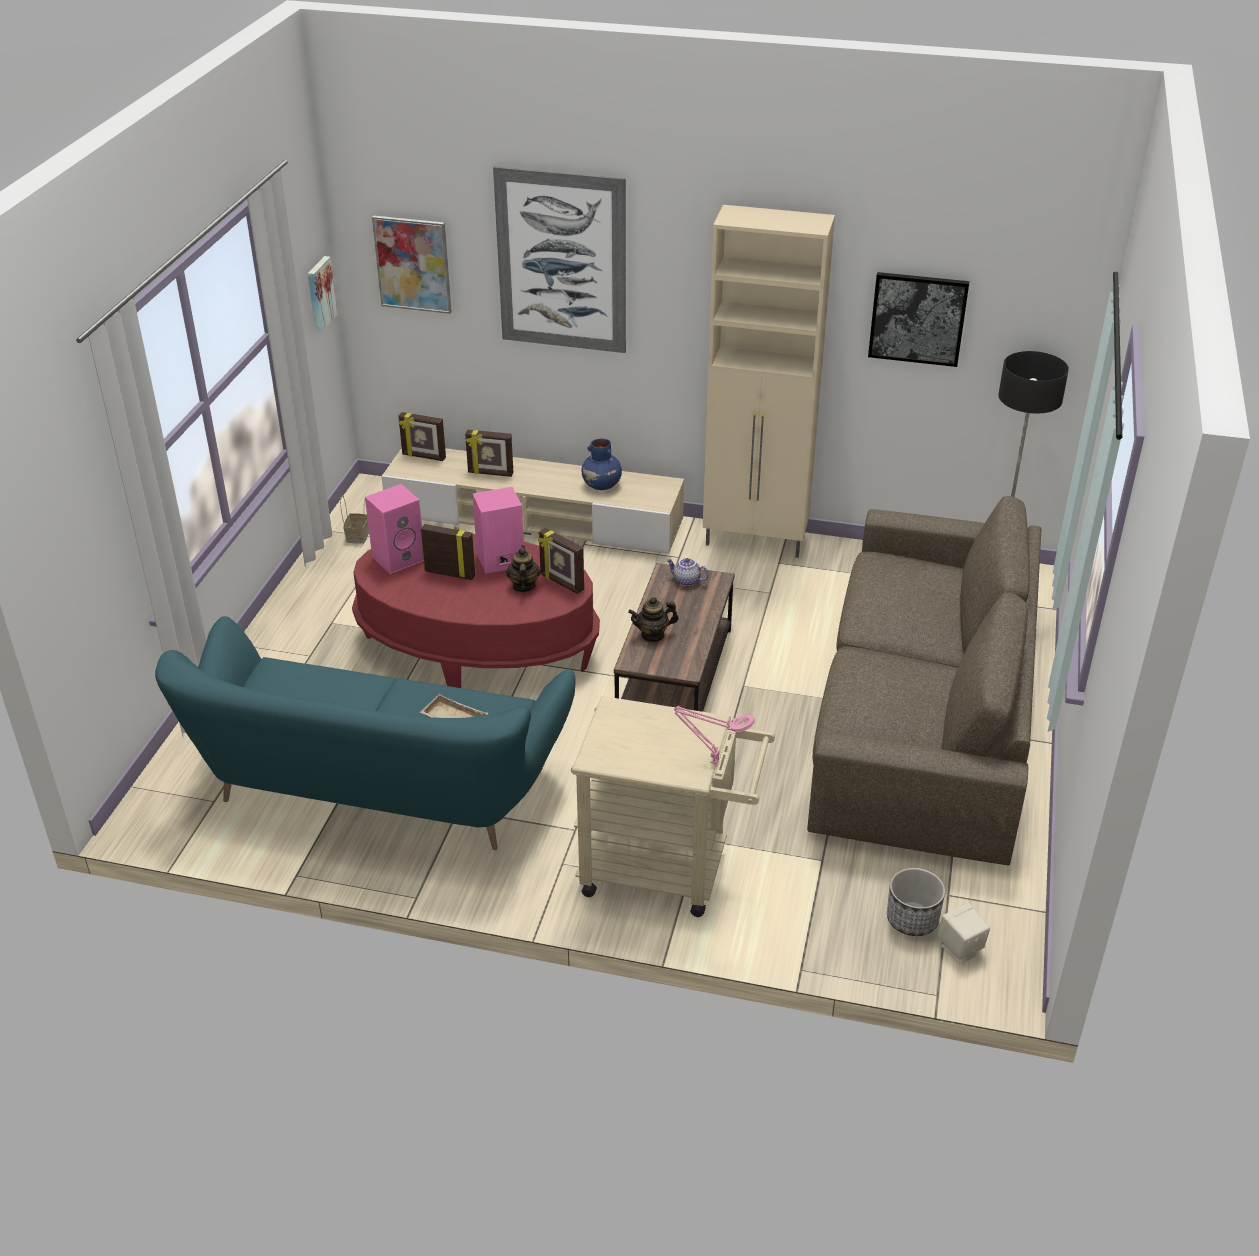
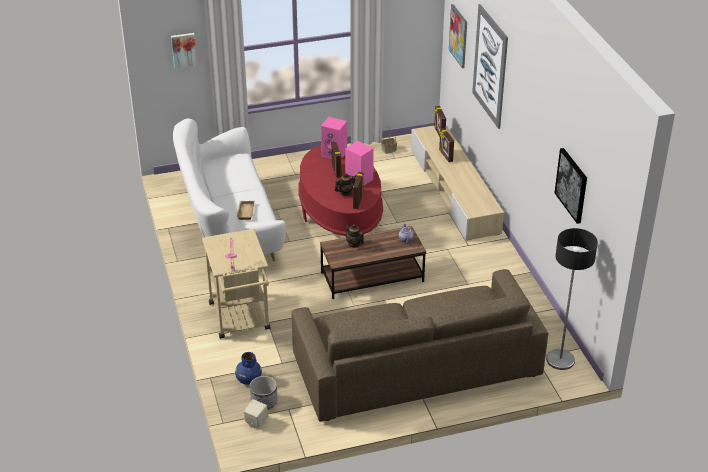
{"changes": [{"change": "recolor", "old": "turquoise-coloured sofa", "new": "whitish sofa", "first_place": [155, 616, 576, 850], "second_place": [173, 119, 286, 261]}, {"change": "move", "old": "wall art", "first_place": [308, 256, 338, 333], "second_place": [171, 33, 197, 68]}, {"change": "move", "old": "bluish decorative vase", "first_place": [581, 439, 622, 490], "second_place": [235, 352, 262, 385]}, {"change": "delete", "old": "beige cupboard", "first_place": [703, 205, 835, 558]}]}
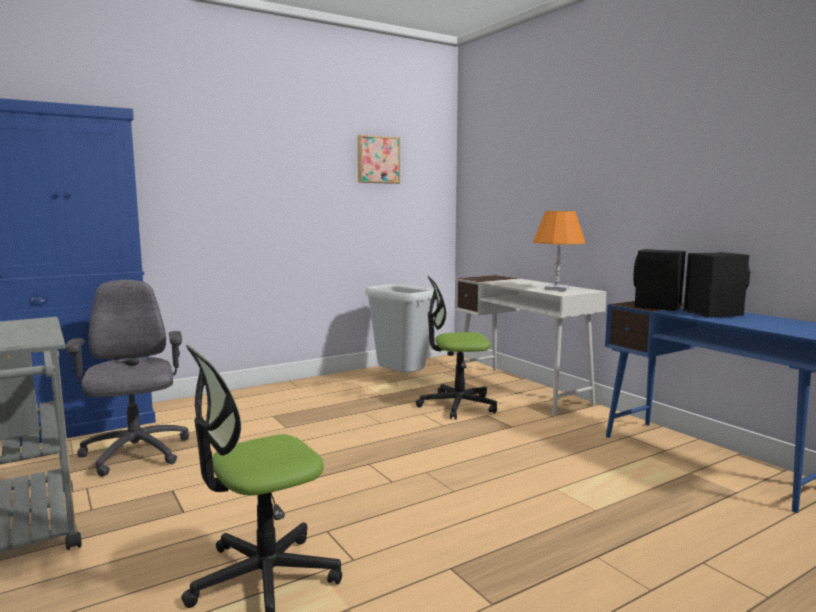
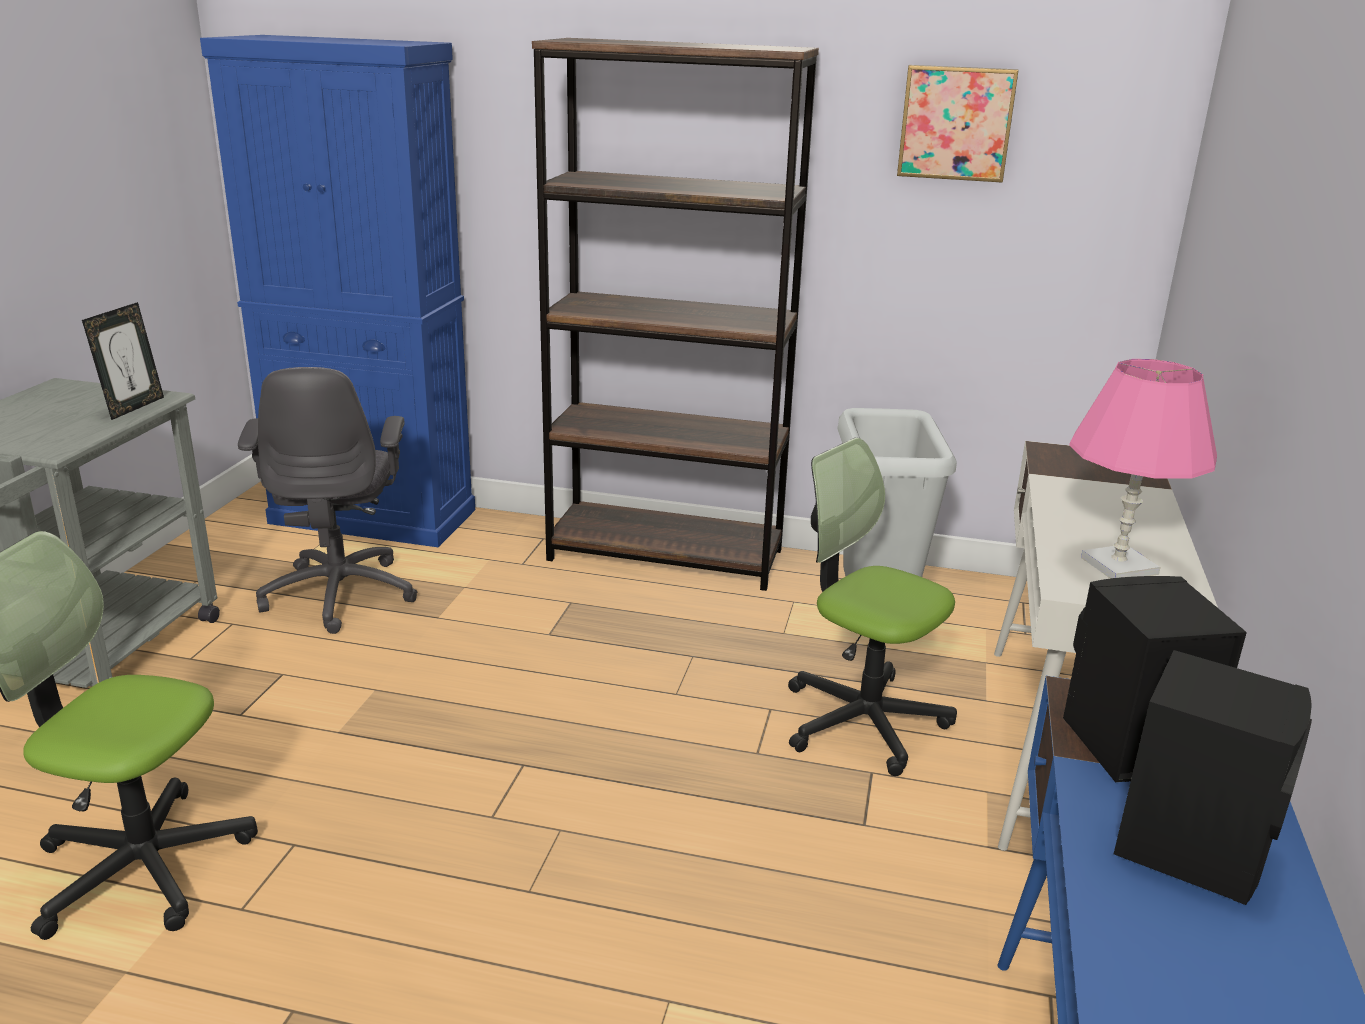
{"changes": [{"change": "rotate", "old": "grey office chair", "first_place": [66, 280, 189, 477], "second_place": [238, 367, 418, 634], "degrees": 150}, {"change": "recolor", "old": "orange-coloured tabletop lamp", "new": "pink-coloured tabletop lamp", "first_place": [533, 211, 585, 291], "second_place": [1069, 359, 1217, 578]}, {"change": "insert", "new": "photo frame", "second_place": [82, 302, 164, 420]}, {"change": "insert", "new": "brown shelving unit", "second_place": [532, 38, 819, 591]}]}
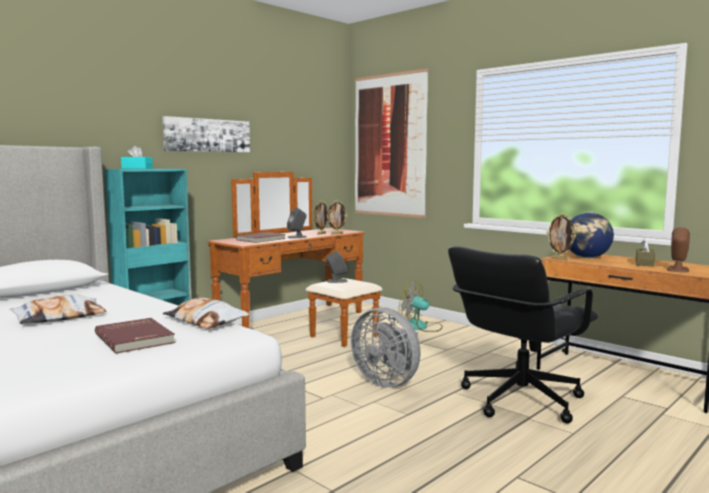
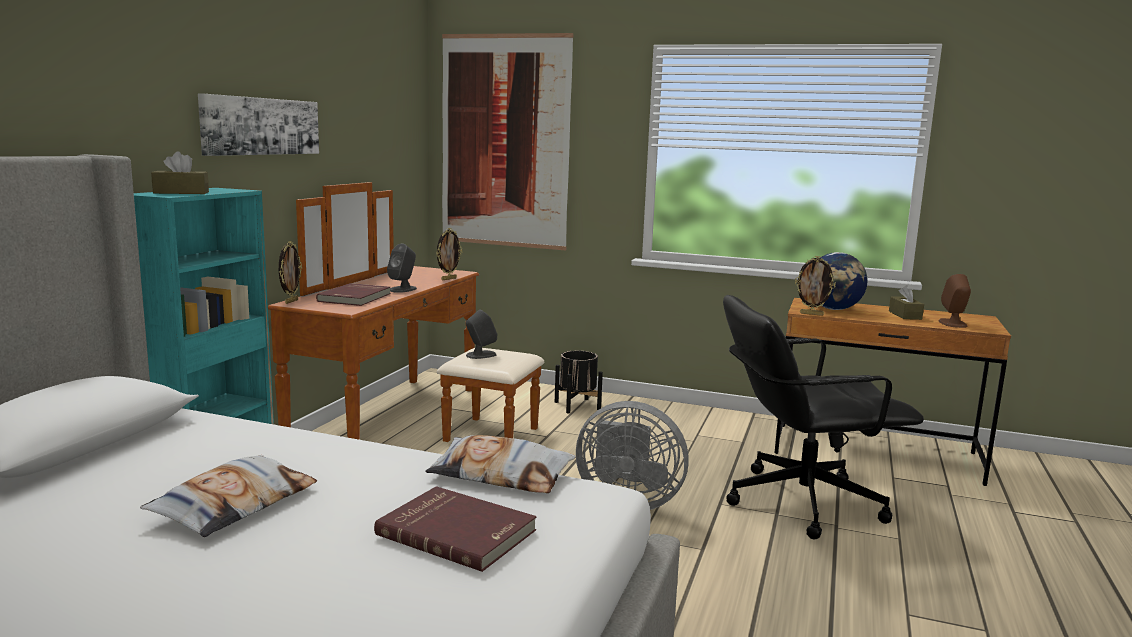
{"changes": [{"change": "recolor", "old": "turquoise-coloured tissue box", "new": "brown tissue box", "first_place": [121, 146, 153, 169], "second_place": [151, 151, 209, 194]}, {"change": "move", "old": "photo frame", "first_place": [314, 200, 328, 235], "second_place": [279, 241, 302, 304]}, {"change": "replace", "old": "fan", "new": "black-coloured flower pot", "first_place": [399, 281, 443, 332], "second_place": [555, 351, 603, 413]}, {"change": "rotate", "old": "black-coloured office chair", "first_place": [448, 246, 598, 424], "second_place": [723, 295, 924, 539], "degrees": 60}]}
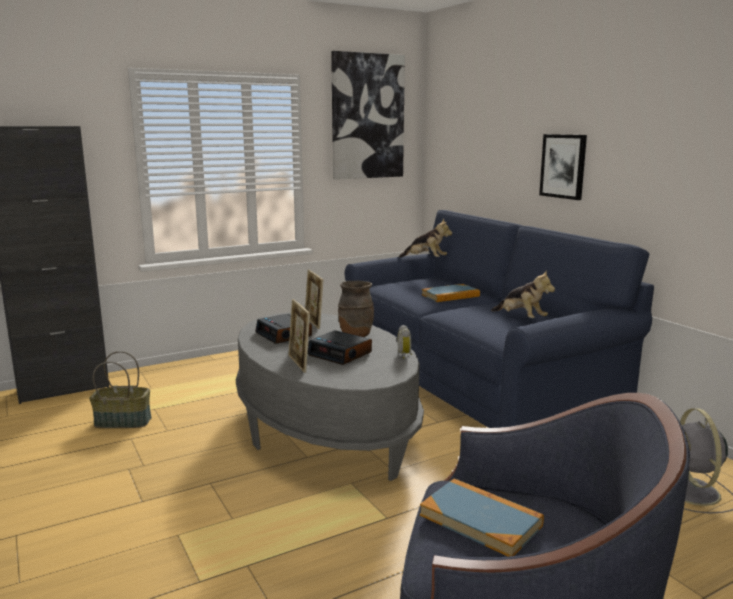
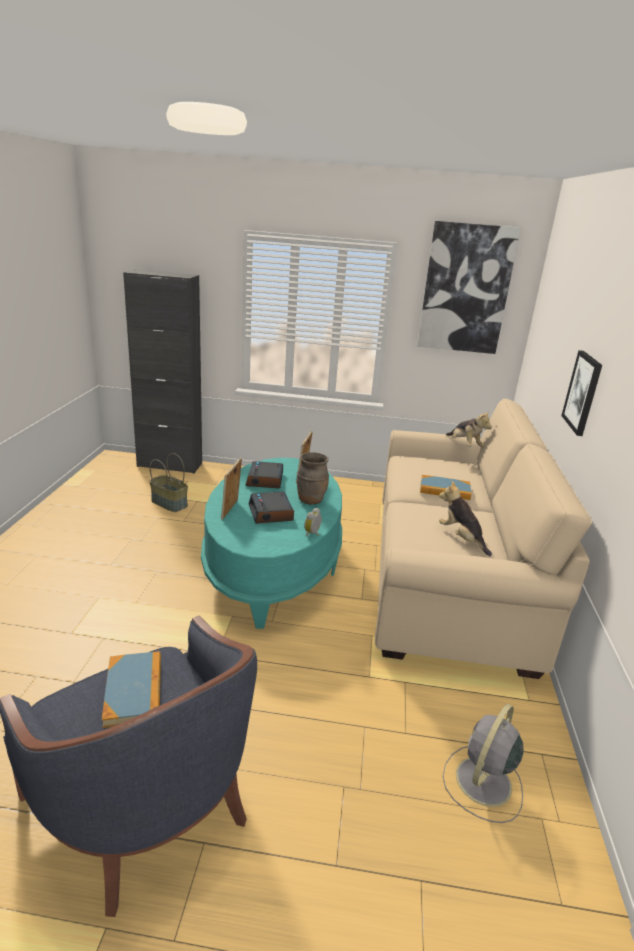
{"changes": [{"change": "recolor", "old": "grey lounge table", "new": "turquoise-coloured lounge table", "first_place": [236, 312, 424, 481], "second_place": [201, 458, 342, 629]}, {"change": "recolor", "old": "bluish sofa", "new": "beige sofa", "first_place": [345, 210, 654, 428], "second_place": [375, 398, 592, 679]}, {"change": "rotate", "old": "soft toy", "first_place": [491, 270, 555, 318], "second_place": [439, 481, 492, 556], "degrees": 150}]}
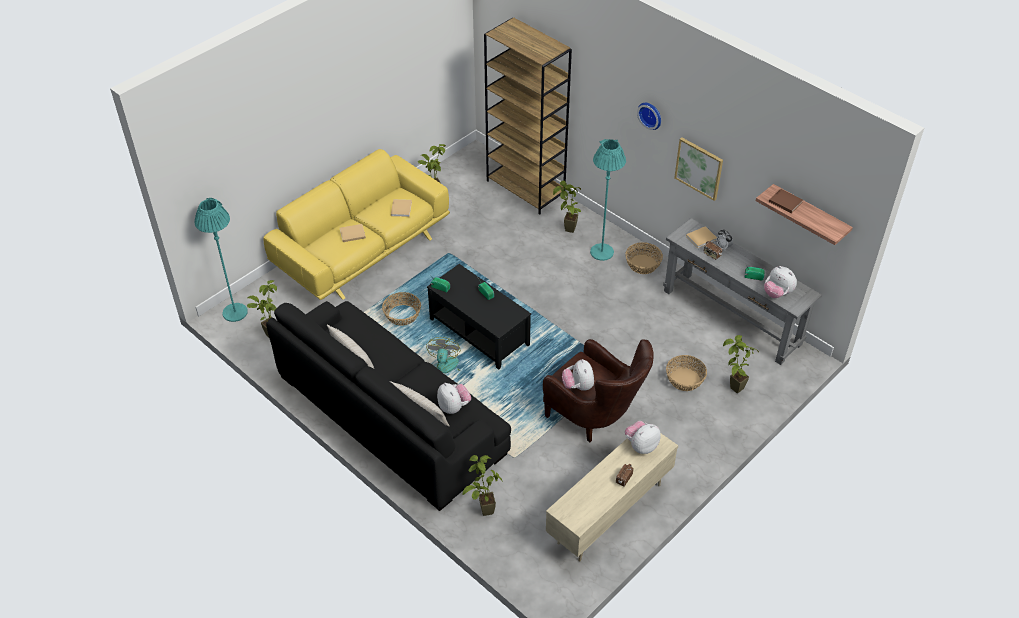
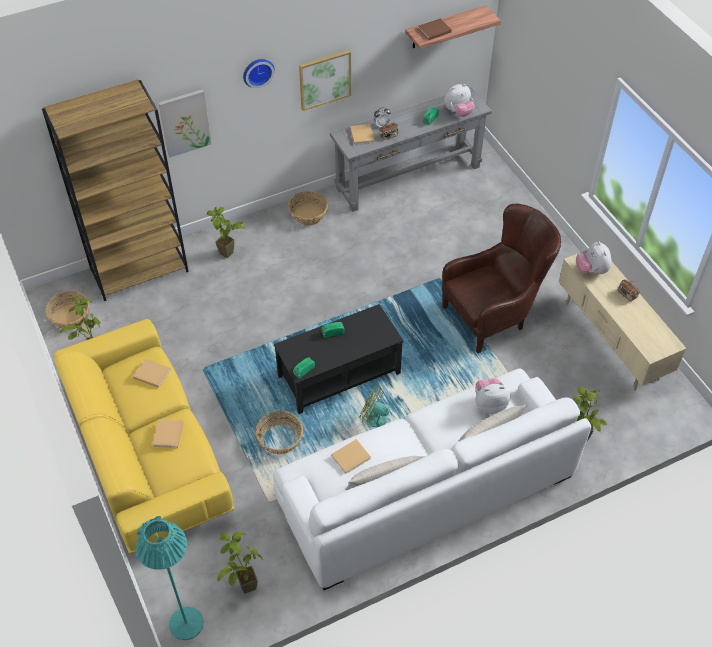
{"changes": [{"change": "recolor", "old": "black-coloured sofa", "new": "whitish sofa", "first_place": [266, 301, 511, 511], "second_place": [273, 368, 591, 590]}, {"change": "delete", "old": "soft toy", "first_place": [562, 359, 594, 391]}, {"change": "delete", "old": "turquoise-coloured floor lamp", "first_place": [590, 139, 626, 261]}, {"change": "move", "old": "storage basket", "first_place": [666, 355, 707, 391], "second_place": [45, 291, 90, 329]}, {"change": "delete", "old": "houseplant", "first_place": [723, 335, 759, 393]}, {"change": "insert", "new": "wall art", "second_place": [159, 89, 211, 157]}, {"change": "insert", "new": "beige book", "second_place": [331, 439, 371, 474]}]}
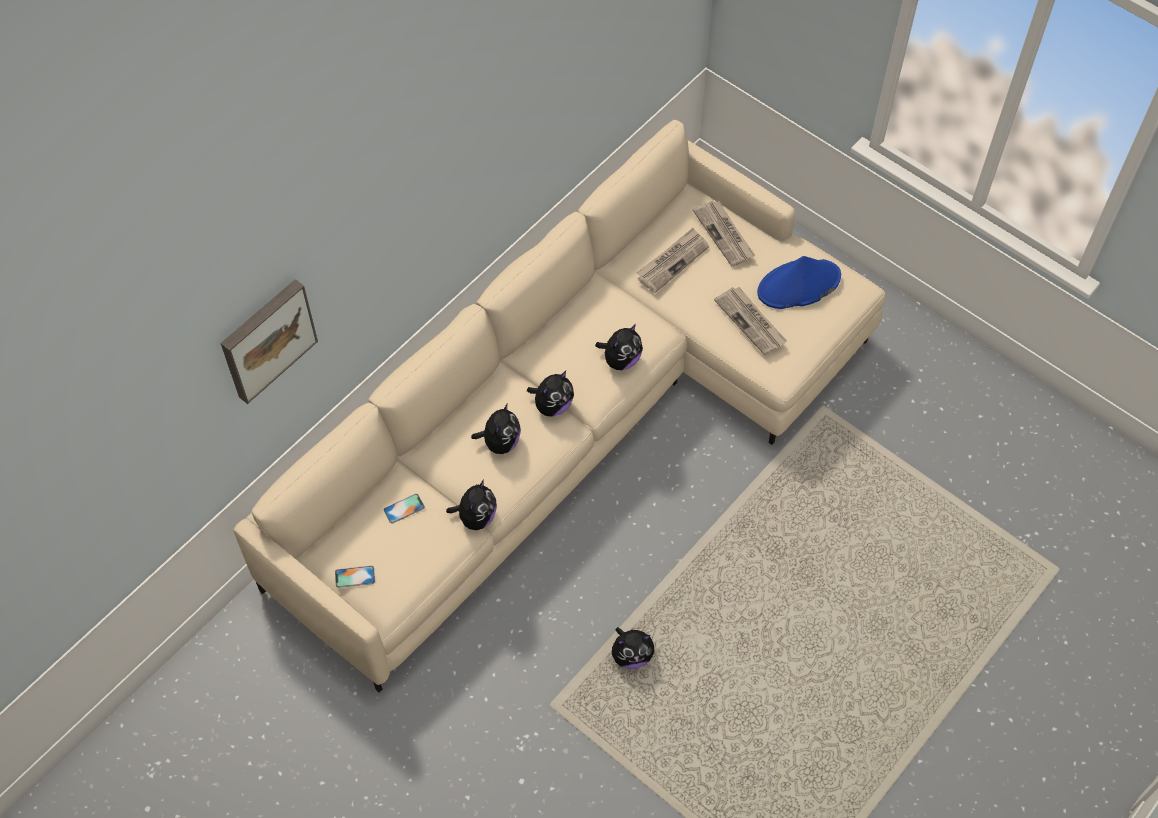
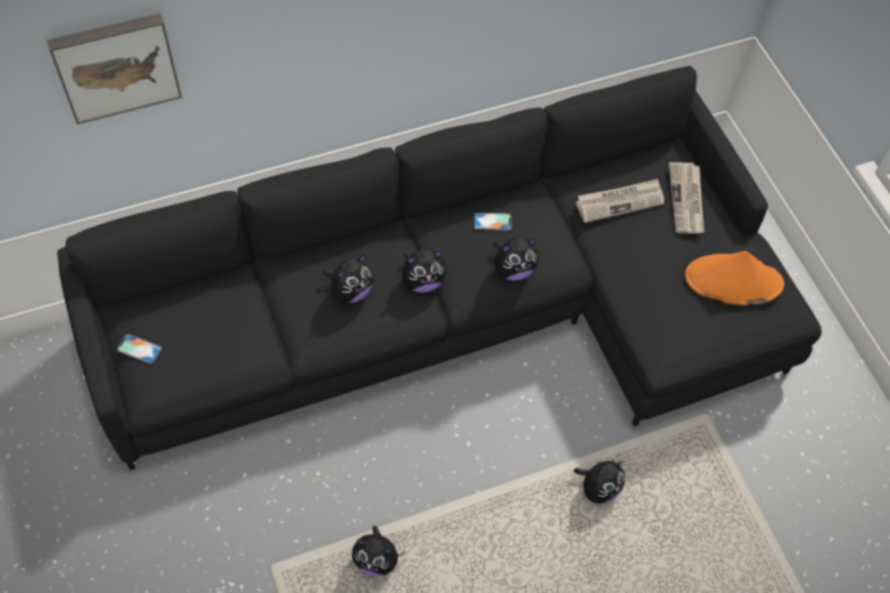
{"changes": [{"change": "recolor", "old": "beige sofa", "new": "black-coloured sofa", "first_place": [233, 120, 886, 693], "second_place": [57, 66, 822, 470]}, {"change": "move", "old": "phone", "first_place": [384, 494, 425, 524], "second_place": [474, 213, 512, 230]}, {"change": "move", "old": "soft toy", "first_place": [446, 479, 497, 530], "second_place": [574, 459, 625, 504]}, {"change": "delete", "old": "printed paper", "first_place": [714, 287, 787, 355]}, {"change": "recolor", "old": "bluish wearable hat", "new": "orange-coloured wearable hat", "first_place": [757, 256, 841, 309], "second_place": [685, 251, 784, 306]}]}
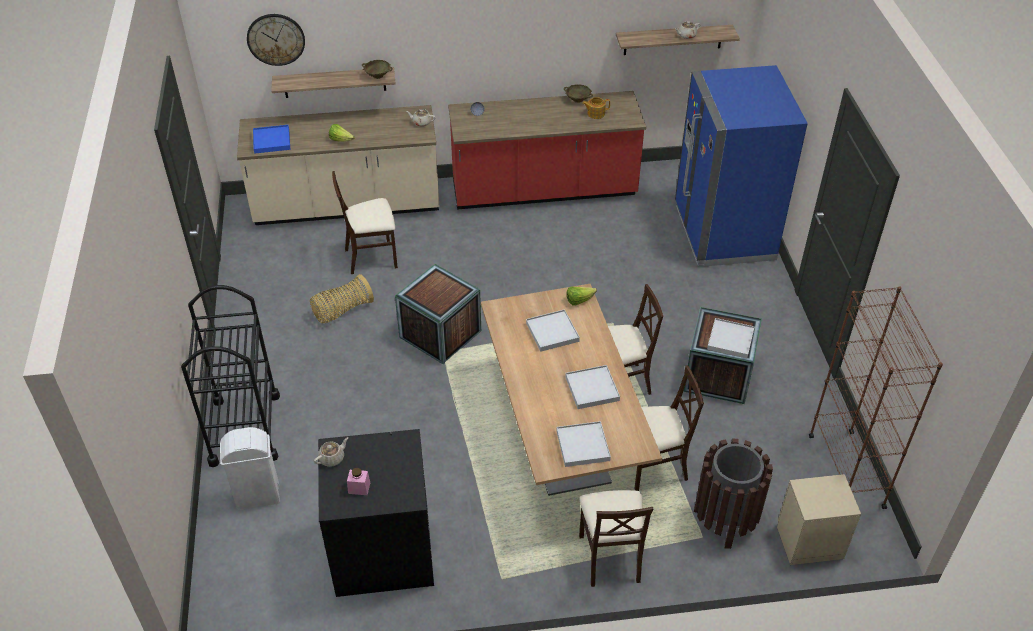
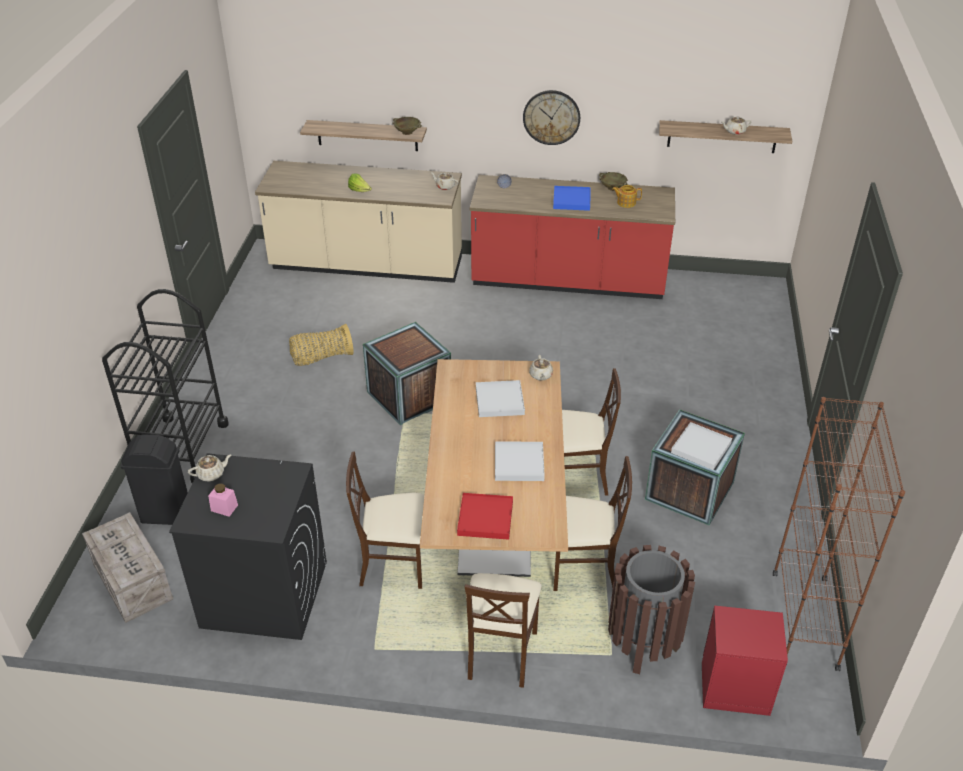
{"changes": [{"change": "recolor", "old": "whitish rubbish bin", "new": "black-coloured rubbish bin", "first_place": [220, 427, 280, 510], "second_place": [120, 434, 188, 525]}, {"change": "move", "old": "hanging clock", "first_place": [247, 14, 305, 66], "second_place": [523, 90, 580, 145]}, {"change": "move", "old": "bluish carrying tray", "first_place": [253, 125, 290, 154], "second_place": [553, 186, 590, 211]}, {"change": "move", "old": "beige chair", "first_place": [332, 171, 398, 274], "second_place": [346, 452, 424, 589]}, {"change": "recolor", "old": "whitish carrying tray", "new": "red-coloured carrying tray", "first_place": [556, 421, 611, 467], "second_place": [457, 493, 513, 540]}, {"change": "replace", "old": "lettuce head", "new": "beige teapot", "first_place": [567, 286, 597, 305], "second_place": [529, 355, 553, 381]}, {"change": "delete", "old": "bluish refrigerator", "first_place": [675, 65, 808, 266]}, {"change": "recolor", "old": "beige bedside table", "new": "red-coloured bedside table", "first_place": [777, 474, 861, 565], "second_place": [702, 605, 788, 716]}, {"change": "insert", "new": "shipping crate", "second_place": [82, 512, 173, 623]}]}
